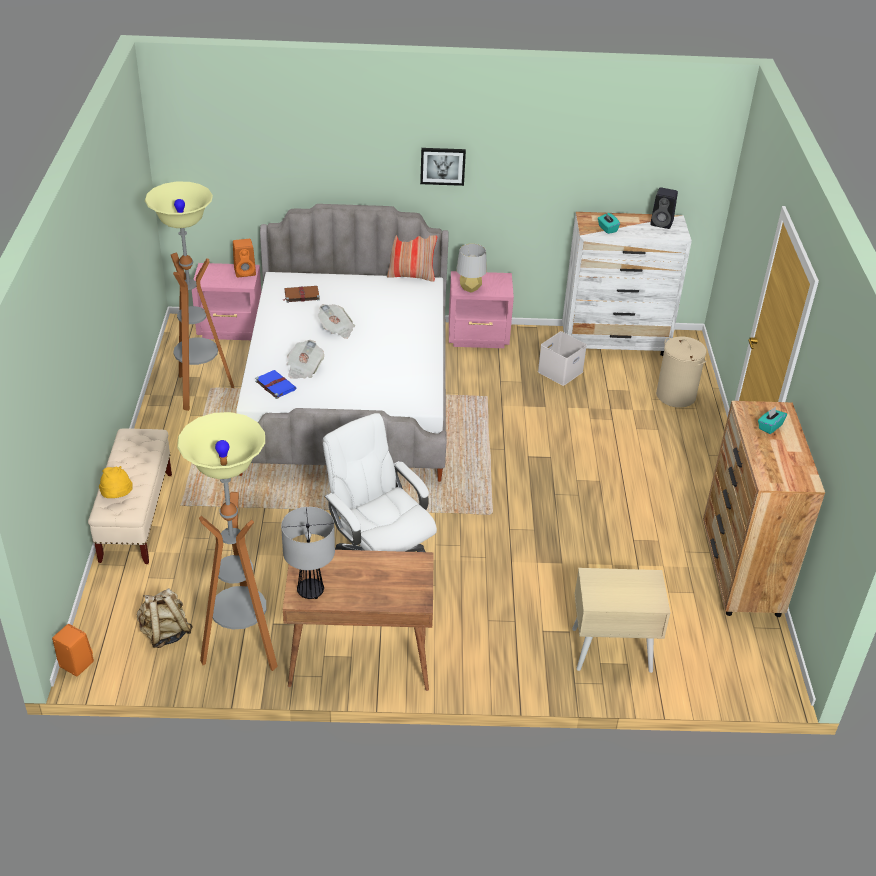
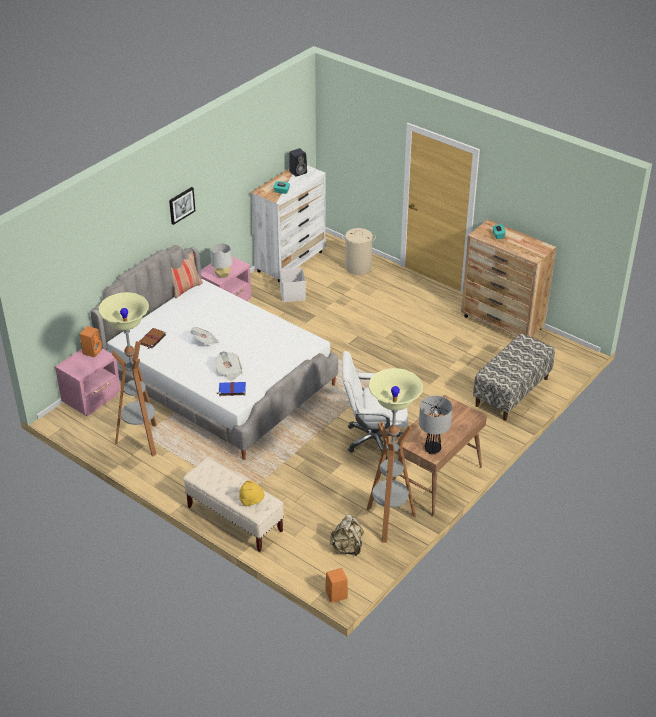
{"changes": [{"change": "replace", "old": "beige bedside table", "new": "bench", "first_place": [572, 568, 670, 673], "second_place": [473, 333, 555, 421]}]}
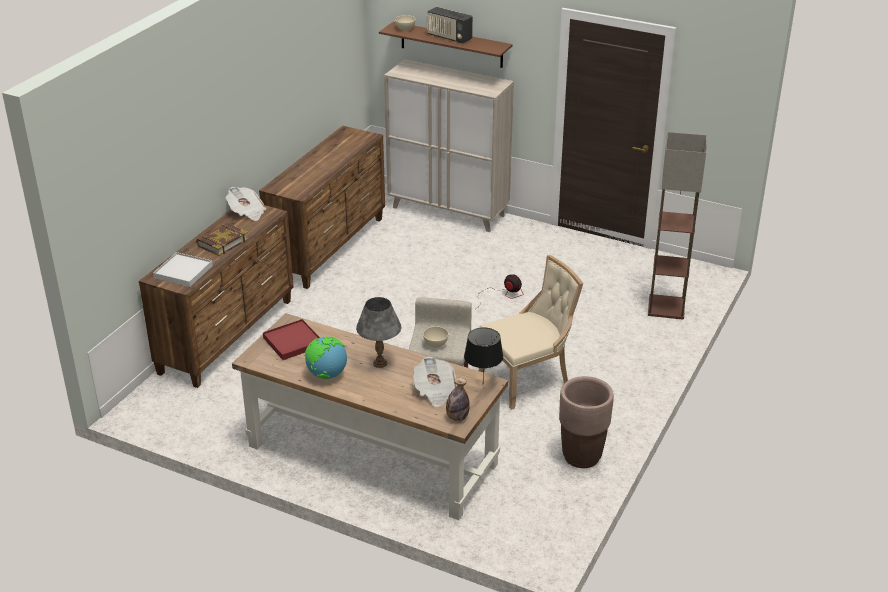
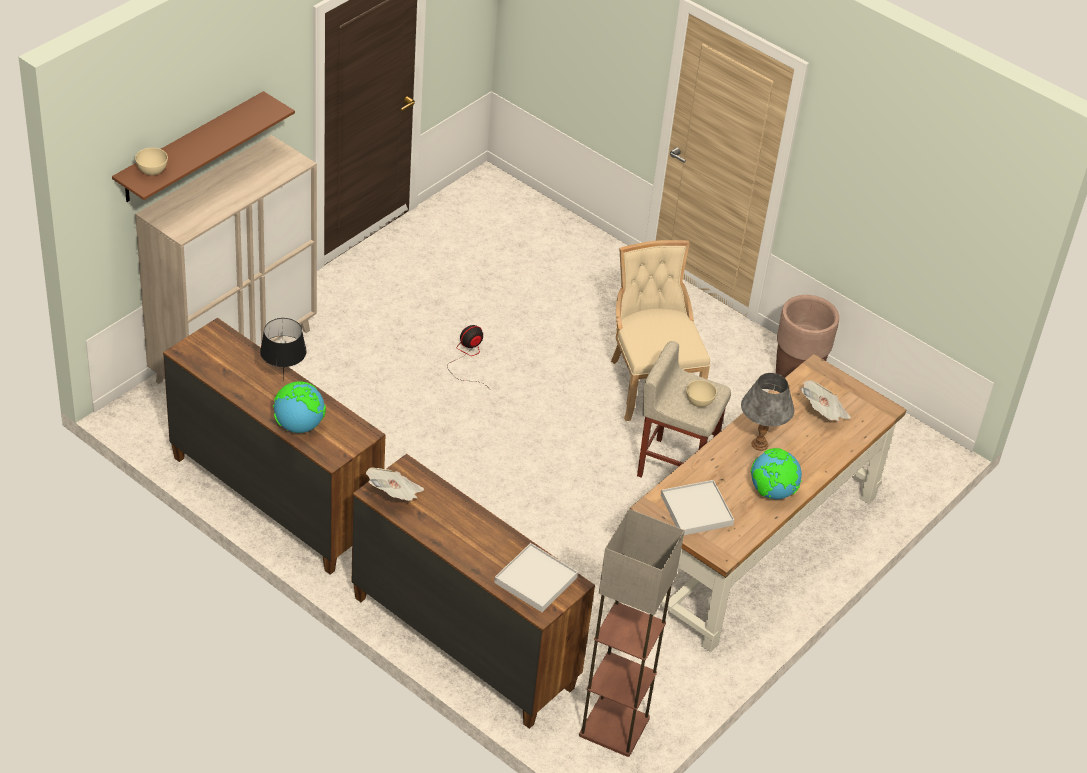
{"changes": [{"change": "delete", "old": "book", "first_place": [196, 223, 248, 256]}, {"change": "recolor", "old": "red-coloured carrying tray", "new": "whitish carrying tray", "first_place": [263, 319, 320, 360], "second_place": [661, 480, 734, 535]}, {"change": "delete", "old": "radio set", "first_place": [427, 7, 473, 43]}, {"change": "delete", "old": "beverage bottle", "first_place": [446, 378, 470, 421]}, {"change": "move", "old": "black-coloured tabletop lamp", "first_place": [464, 327, 503, 378], "second_place": [260, 318, 307, 381]}, {"change": "move", "old": "floor lamp", "first_place": [648, 132, 707, 319], "second_place": [579, 509, 685, 757]}, {"change": "insert", "new": "globe", "second_place": [273, 381, 326, 433]}]}
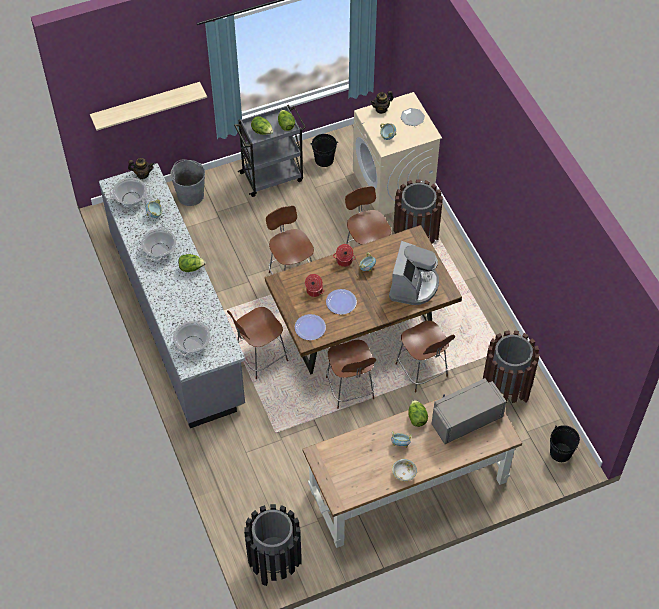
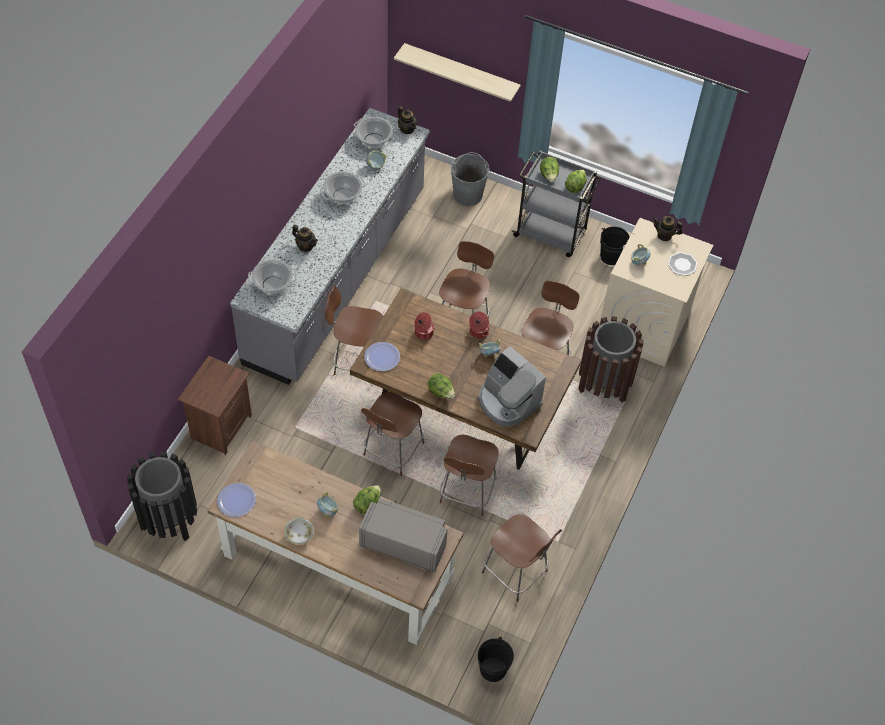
{"changes": [{"change": "move", "old": "lettuce head", "first_place": [178, 254, 206, 272], "second_place": [428, 373, 455, 399]}, {"change": "move", "old": "flat dish", "first_place": [326, 289, 357, 315], "second_place": [217, 483, 256, 517]}, {"change": "rotate", "old": "coffee machine", "first_place": [389, 241, 439, 305], "second_place": [478, 346, 546, 427], "degrees": 75}, {"change": "replace", "old": "brown rubbish bin", "new": "brown chair", "first_place": [483, 330, 540, 403], "second_place": [482, 514, 562, 602]}, {"change": "insert", "new": "brown bedside table", "second_place": [178, 356, 252, 455]}, {"change": "insert", "new": "teapot", "second_place": [292, 225, 318, 252]}]}
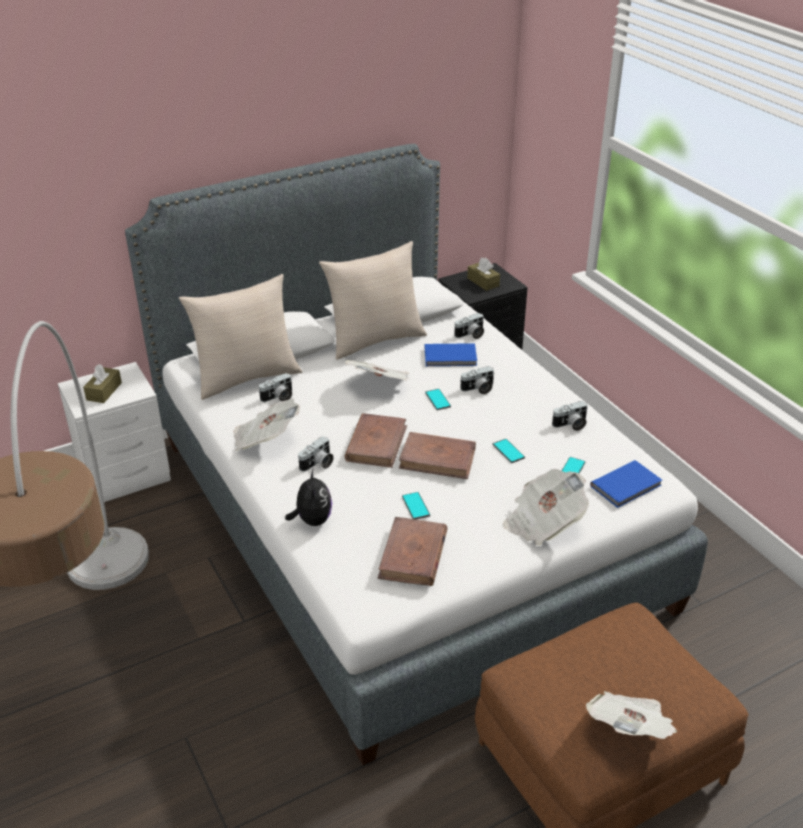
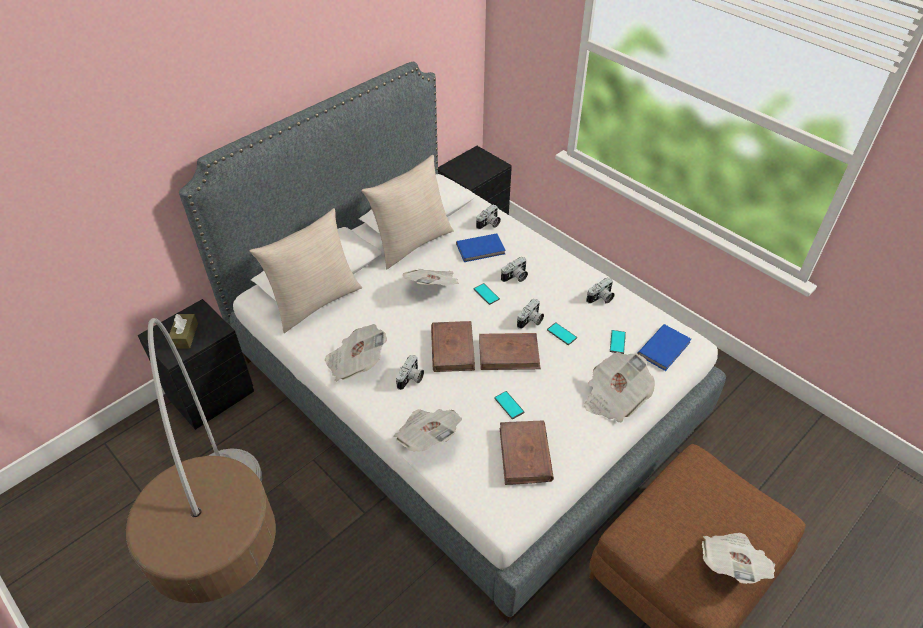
{"changes": [{"change": "recolor", "old": "whitish bedside table", "new": "black-coloured bedside table", "first_place": [58, 362, 171, 502], "second_place": [138, 299, 254, 430]}, {"change": "move", "old": "still camera", "first_place": [259, 373, 292, 402], "second_place": [517, 299, 544, 329]}, {"change": "replace", "old": "soft toy", "new": "printed paper", "first_place": [285, 470, 332, 526], "second_place": [393, 409, 462, 452]}, {"change": "delete", "old": "brown tissue box", "first_place": [467, 258, 500, 291]}]}
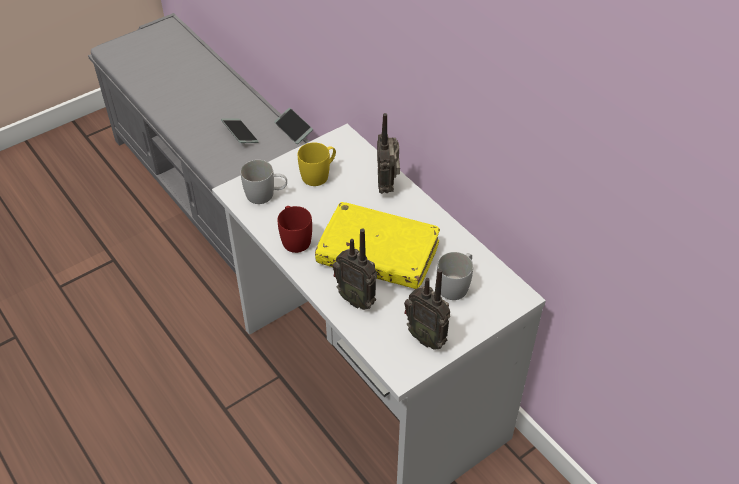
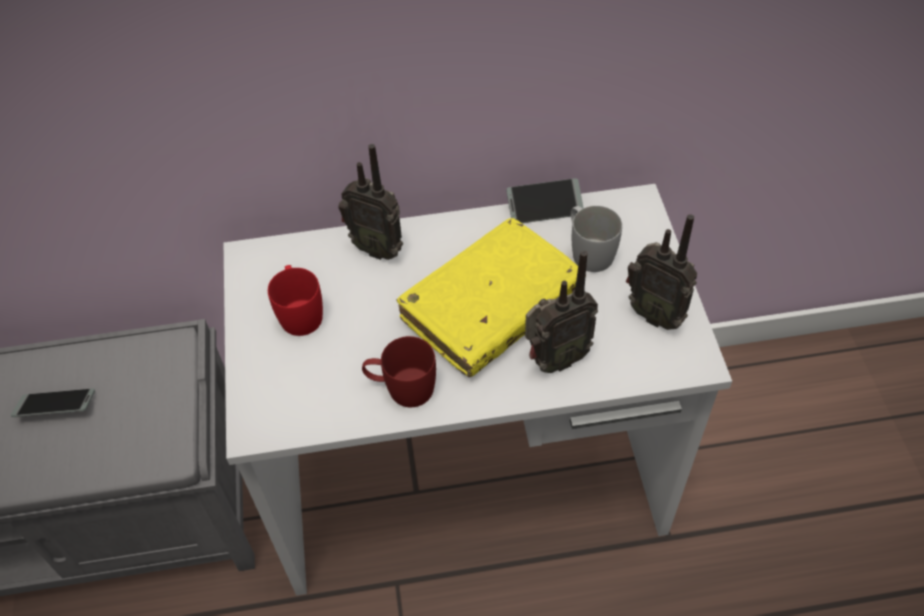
{"changes": [{"change": "delete", "old": "whitish coffee mug", "first_place": [241, 160, 287, 204]}, {"change": "move", "old": "phone", "first_place": [274, 108, 313, 144], "second_place": [506, 178, 584, 223]}, {"change": "recolor", "old": "yellow coffee mug", "new": "red-coloured coffee mug", "first_place": [298, 142, 336, 186], "second_place": [268, 265, 323, 336]}, {"change": "rotate", "old": "radio set", "first_place": [404, 269, 450, 350], "second_place": [626, 214, 698, 330], "degrees": 60}]}
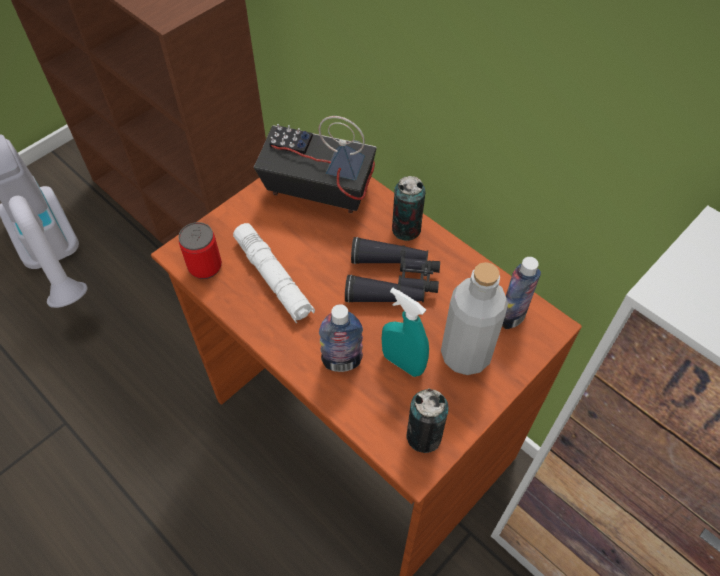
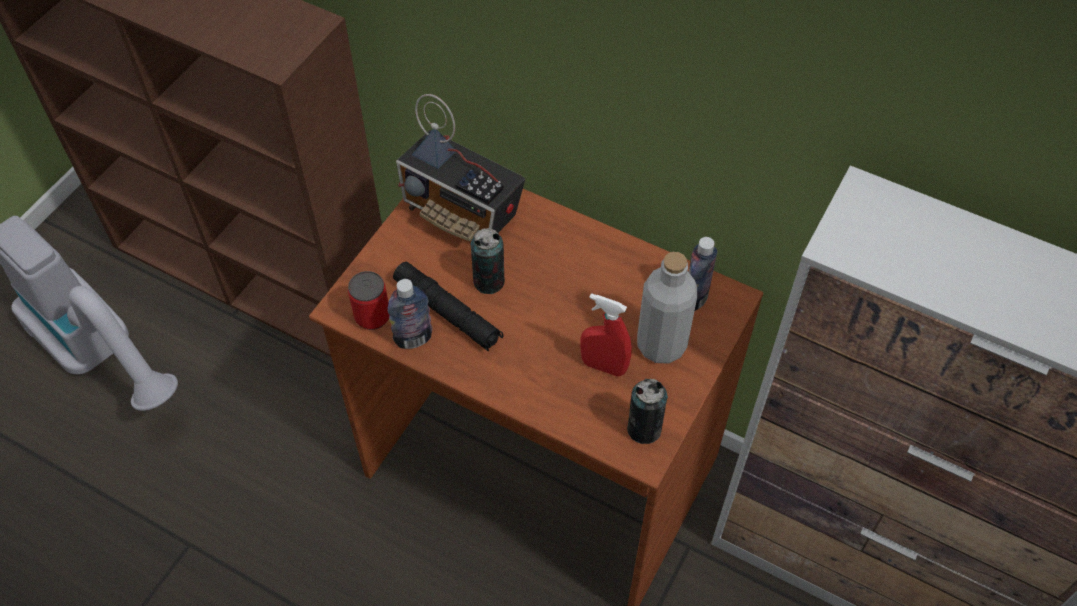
{"changes": [{"change": "recolor", "old": "whitish flashlight", "new": "black-coloured flashlight", "first_place": [233, 223, 315, 323], "second_place": [393, 261, 504, 352]}, {"change": "rotate", "old": "radio set", "first_place": [254, 116, 377, 213], "second_place": [396, 94, 525, 241], "degrees": -150}, {"change": "move", "old": "beverage bottle", "first_place": [319, 304, 363, 372], "second_place": [388, 279, 432, 349]}, {"change": "delete", "old": "black-coloured field glasses", "first_place": [345, 237, 440, 303]}, {"change": "recolor", "old": "turquoise-coloured sprayer", "new": "red-coloured sprayer", "first_place": [382, 288, 429, 377], "second_place": [580, 293, 632, 377]}, {"change": "move", "old": "metal can", "first_place": [392, 176, 425, 241], "second_place": [470, 228, 505, 294]}]}
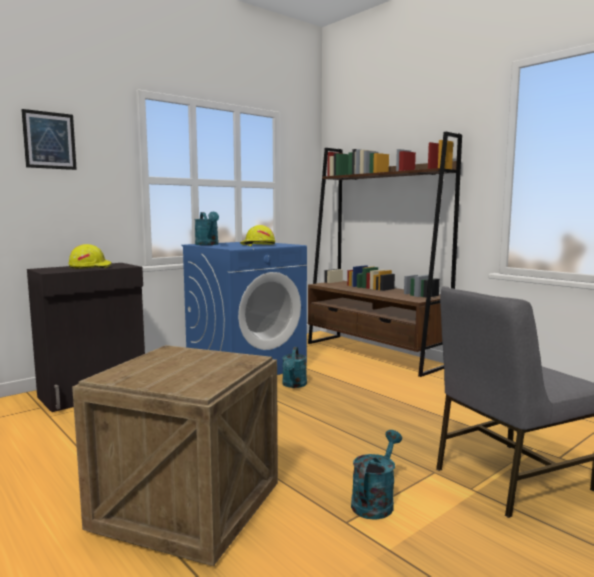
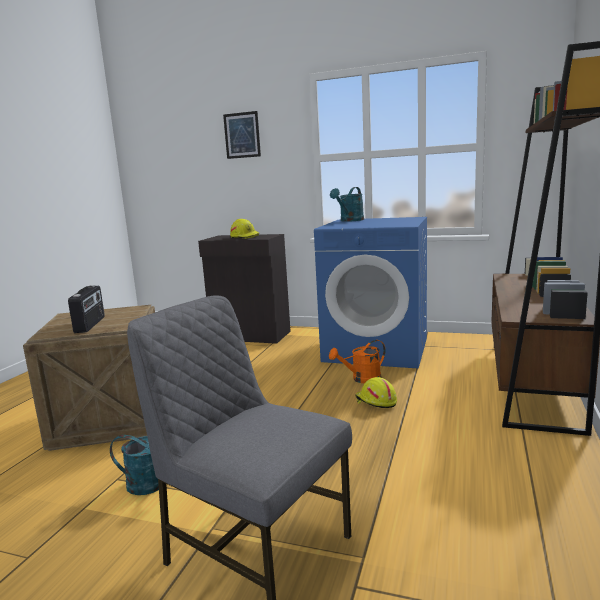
{"changes": [{"change": "move", "old": "yellow hard hat", "first_place": [240, 225, 275, 246], "second_place": [355, 377, 397, 408]}, {"change": "recolor", "old": "turquoise-coloured watering can", "new": "orange-coloured watering can", "first_place": [282, 347, 307, 388], "second_place": [329, 340, 386, 383]}, {"change": "insert", "new": "radio set", "second_place": [68, 285, 105, 333]}]}
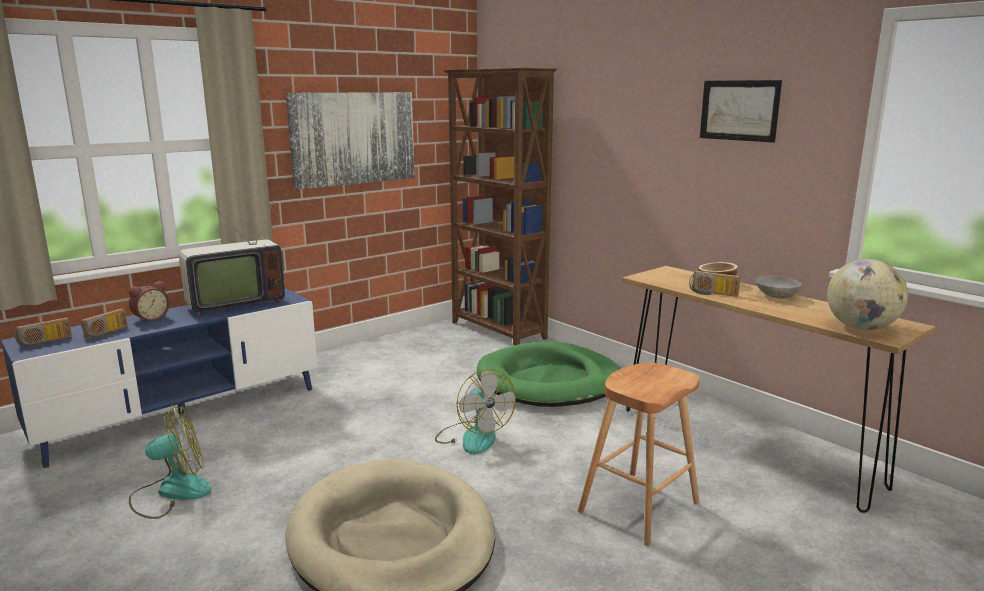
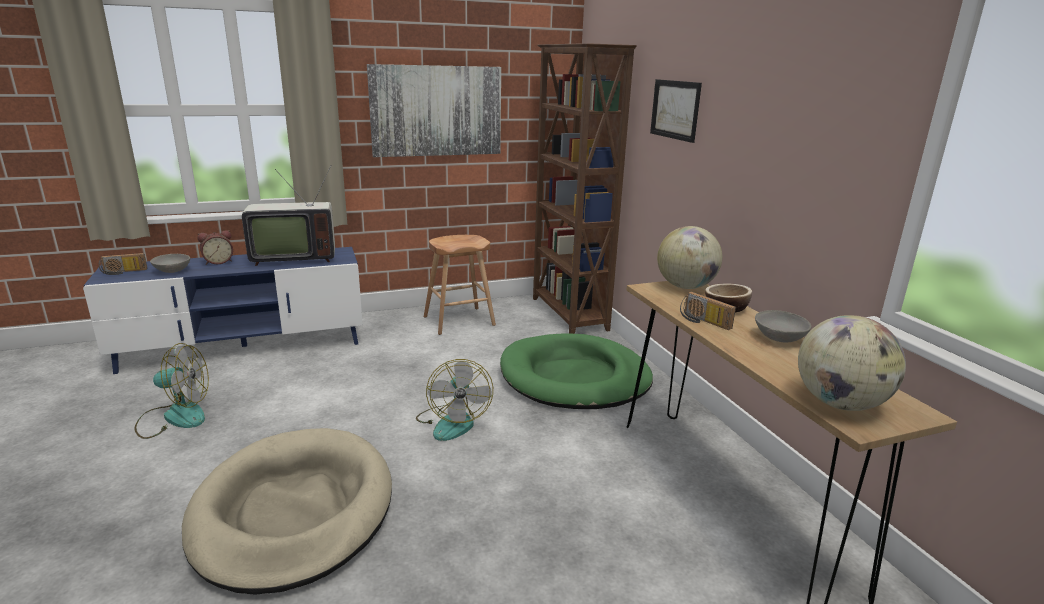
{"changes": [{"change": "replace", "old": "radio set", "new": "grey bowl", "first_place": [81, 308, 128, 339], "second_place": [150, 254, 190, 273]}, {"change": "move", "old": "brown sitting stool", "first_place": [578, 363, 700, 546], "second_place": [424, 235, 496, 335]}, {"change": "move", "old": "wall art", "first_place": [700, 80, 782, 143], "second_place": [650, 79, 702, 143]}, {"change": "insert", "new": "globe", "second_place": [657, 226, 722, 289]}]}
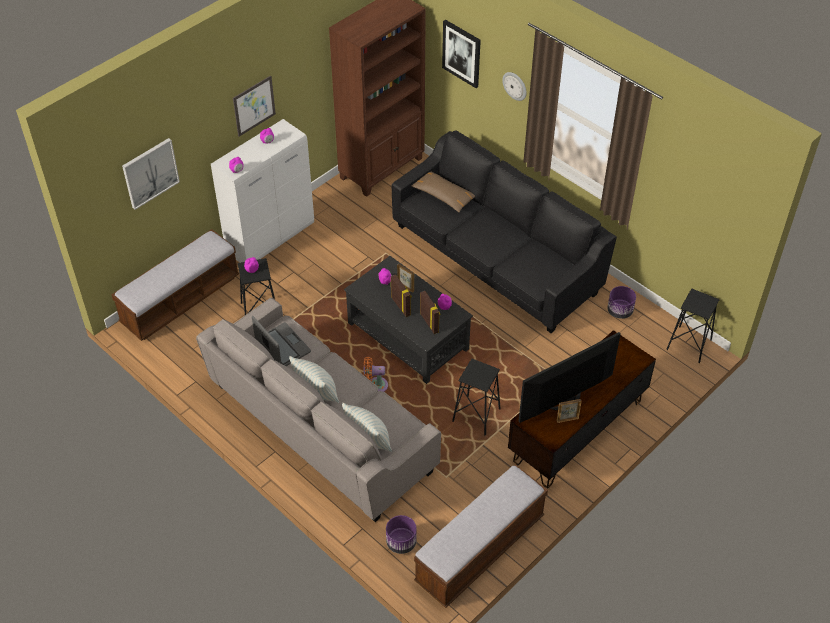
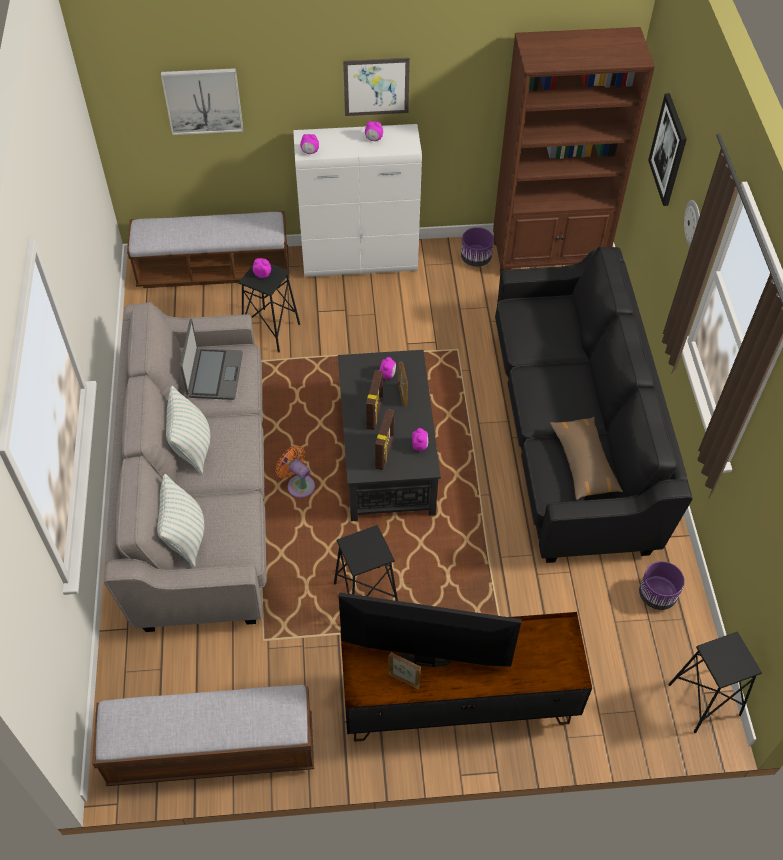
{"changes": [{"change": "move", "old": "purple flower pot", "first_place": [386, 515, 417, 554], "second_place": [461, 227, 494, 267]}, {"change": "move", "old": "brown throw pillow", "first_place": [412, 171, 475, 213], "second_place": [550, 417, 623, 500]}]}
